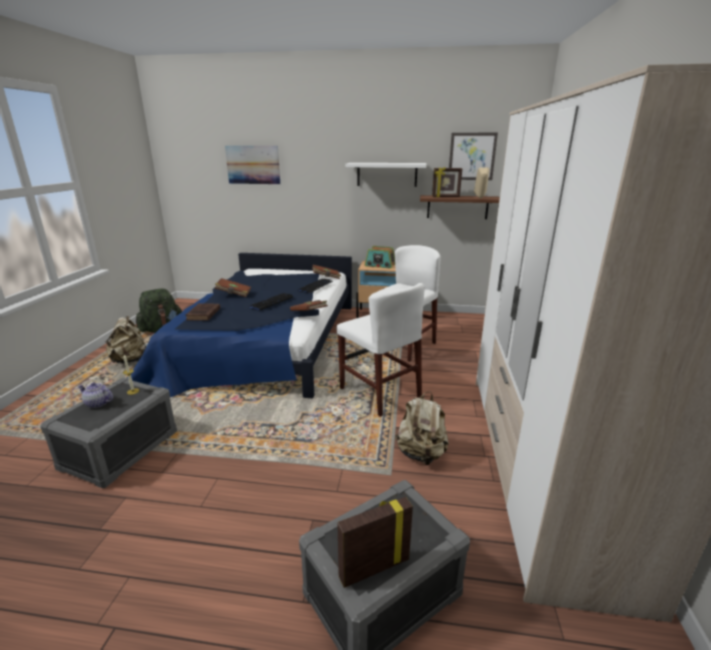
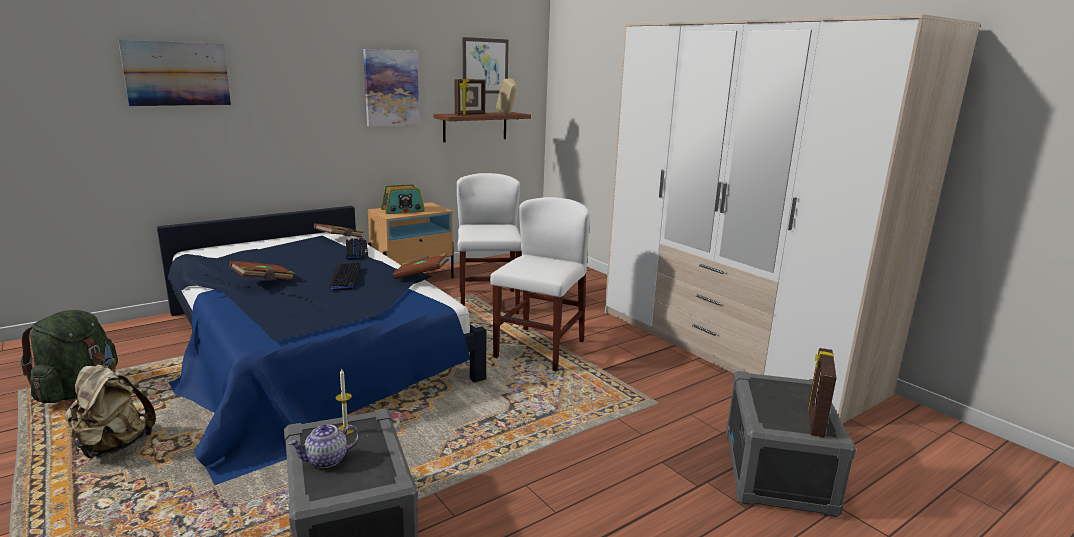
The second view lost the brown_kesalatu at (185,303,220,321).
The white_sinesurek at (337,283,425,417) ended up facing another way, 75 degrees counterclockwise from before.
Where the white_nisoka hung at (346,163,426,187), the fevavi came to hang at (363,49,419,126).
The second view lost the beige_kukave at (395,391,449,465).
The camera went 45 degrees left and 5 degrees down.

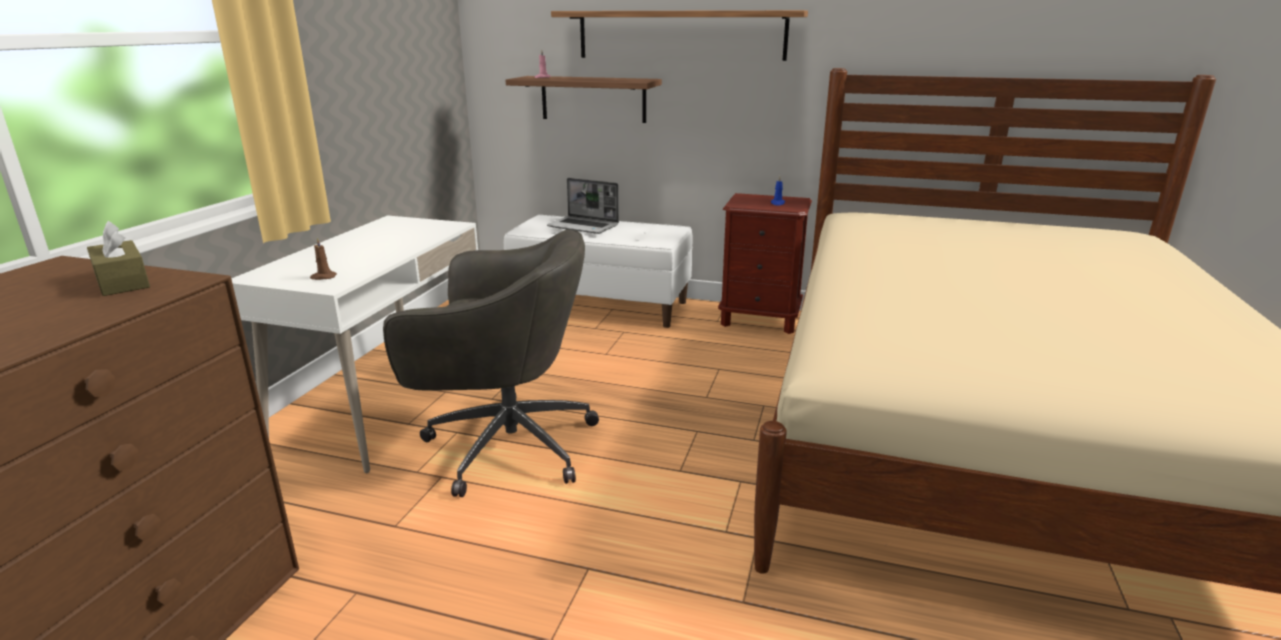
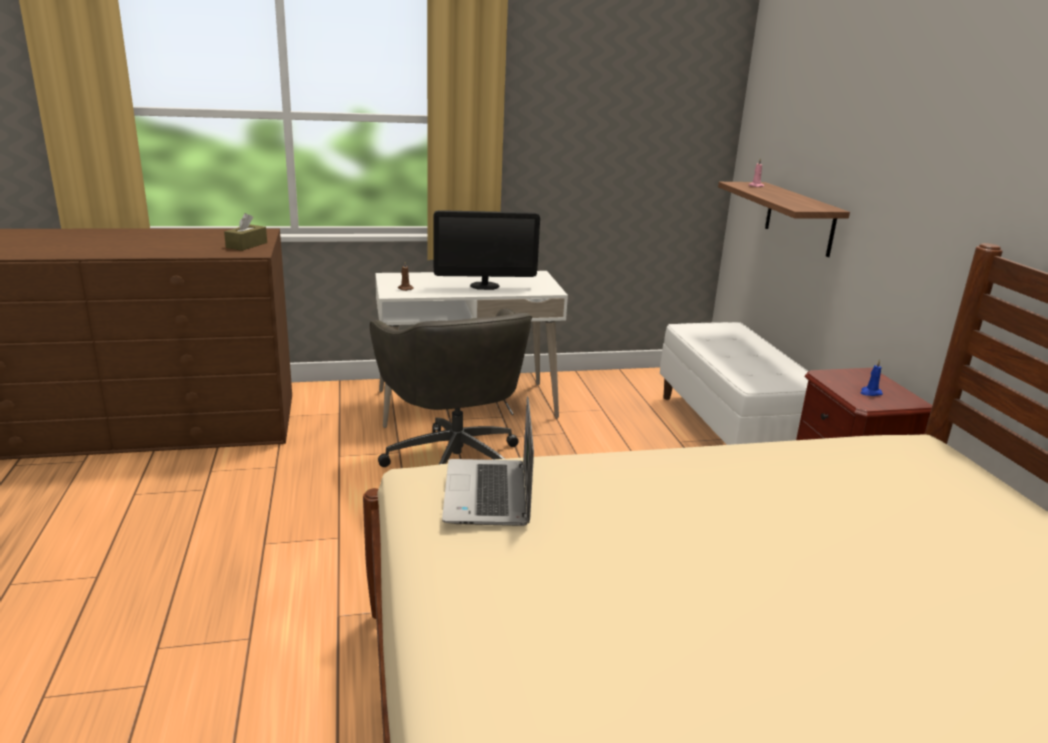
The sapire ended up elsewhere, having gone from (547,178,619,234) to (442,396,534,526).
The second view lost the nisoka at (551,10,808,61).
The second view gained the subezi at (433,210,540,290).
The camera went 60 degrees right and 0 degrees up.

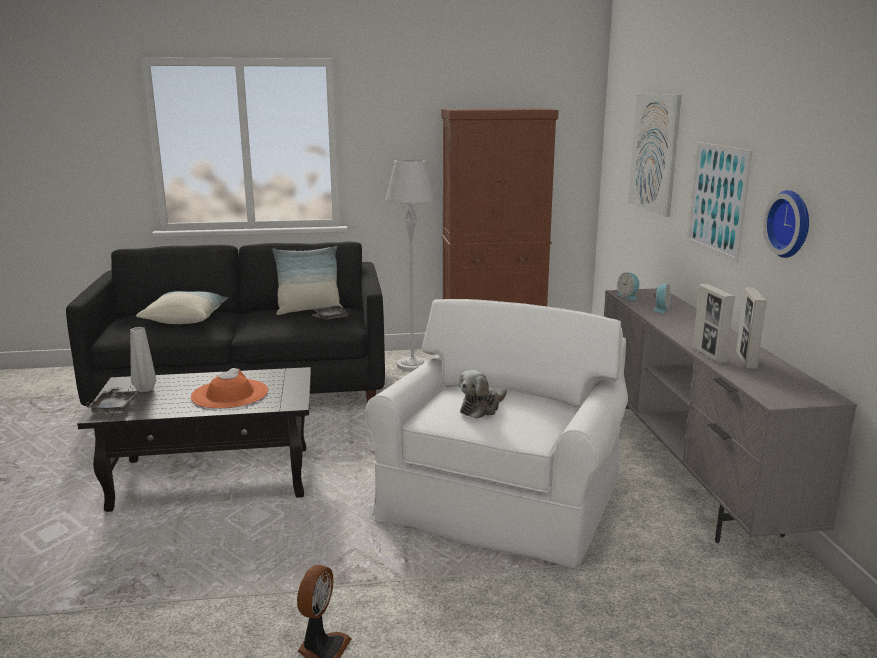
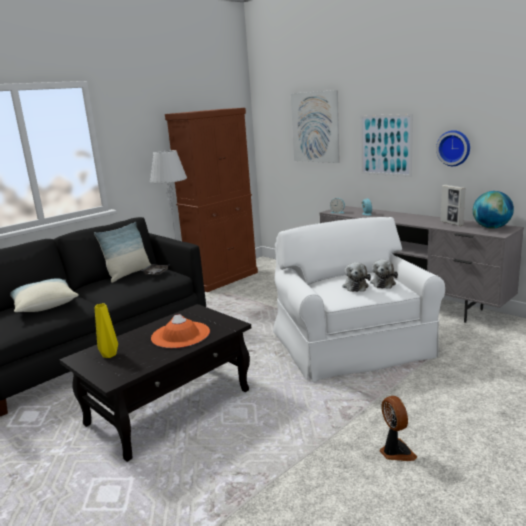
The second view lost the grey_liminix at (86,387,139,414).
What was the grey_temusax at (130,327,156,392) turned into the yellow_temusax at (95,303,118,358).
The second view lost the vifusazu at (693,284,735,363).
The second view gained the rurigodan at (370,259,398,289).
The second view gained the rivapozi at (473,191,514,229).
The camera went 35 degrees left and 0 degrees up.

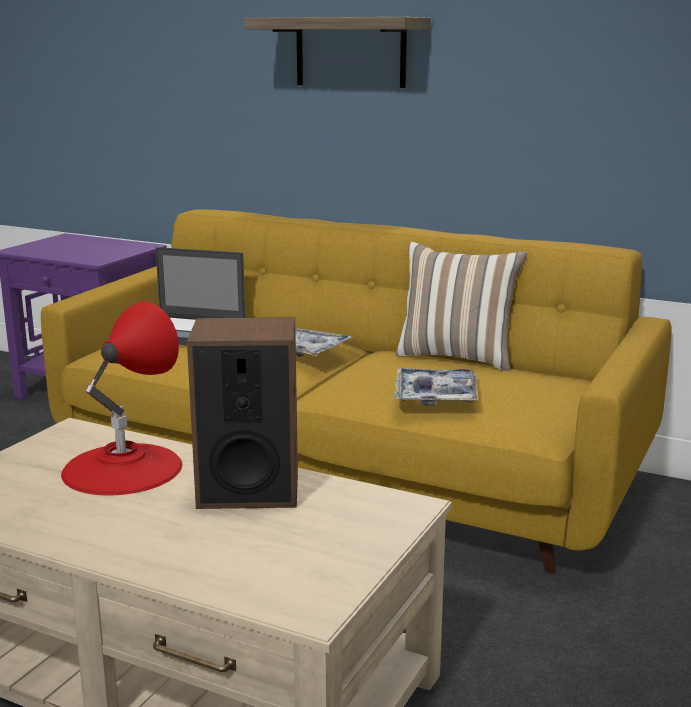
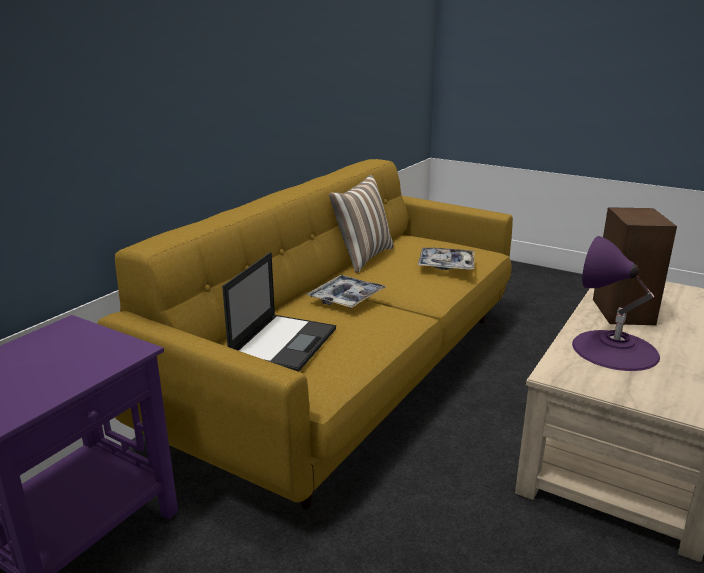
What was the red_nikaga at (61,301,182,495) turned into the purple_nikaga at (572,236,660,371).
The second view lost the nisoka at (244,17,431,88).
The camera went 85 degrees left and 5 degrees up.

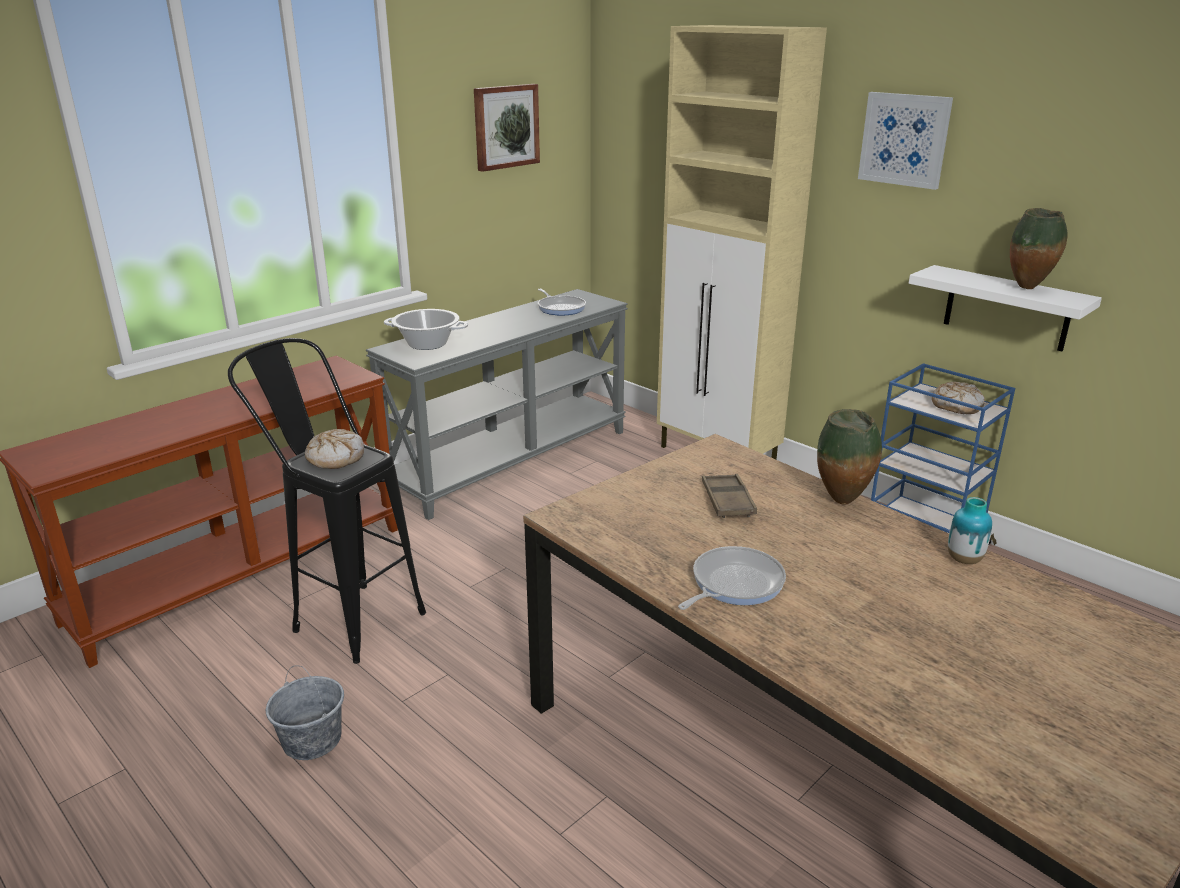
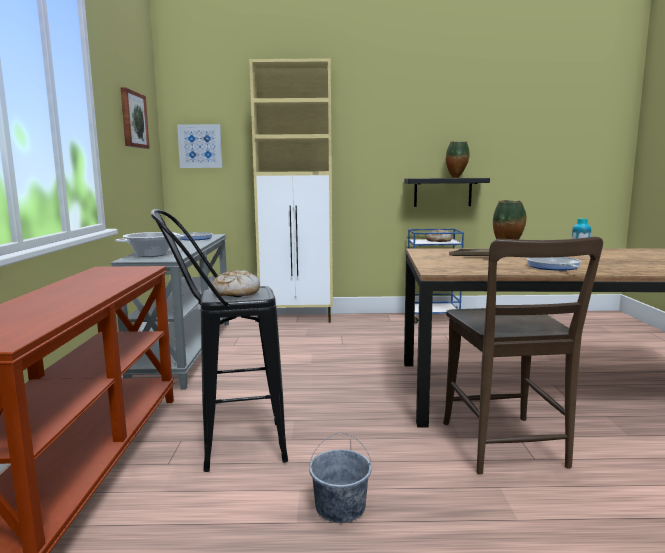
The fevavi ended up elsewhere, having gone from (858,92,953,190) to (177,124,223,168).
What was the white_nisoka at (909,265,1102,351) turned into the black_nisoka at (404,178,490,207).
The second view gained the brown_sinesurek at (443,237,603,474).
The camera went 45 degrees left and 15 degrees down.

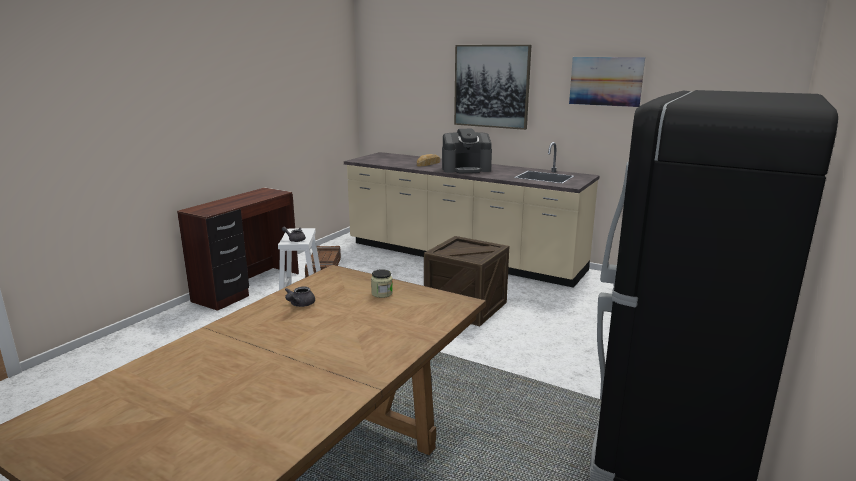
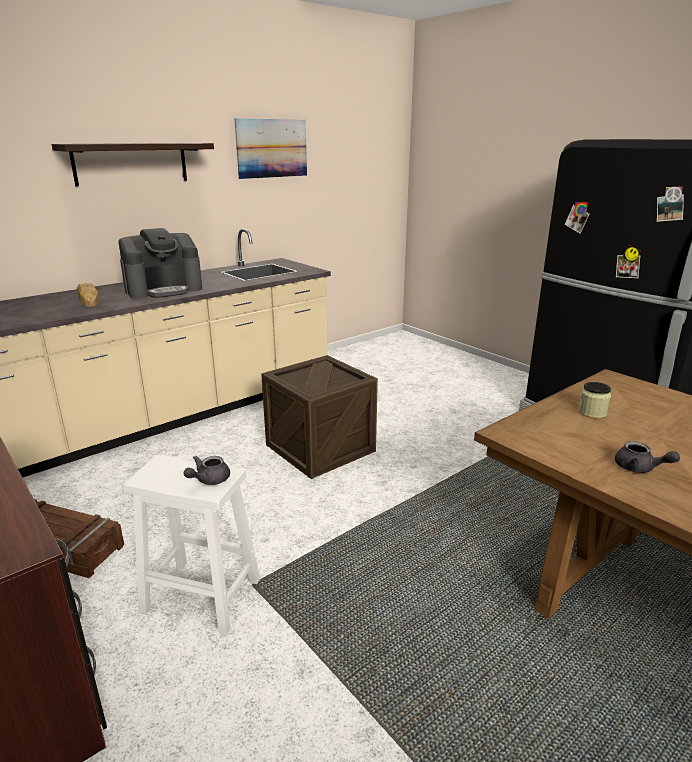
The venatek at (442,129,492,173) ended up facing another way, 45 degrees clockwise from before.
Where the fevavi hung at (454,45,532,130), the nisoka came to hang at (52,143,214,186).
The camera went 70 degrees left and 5 degrees up.

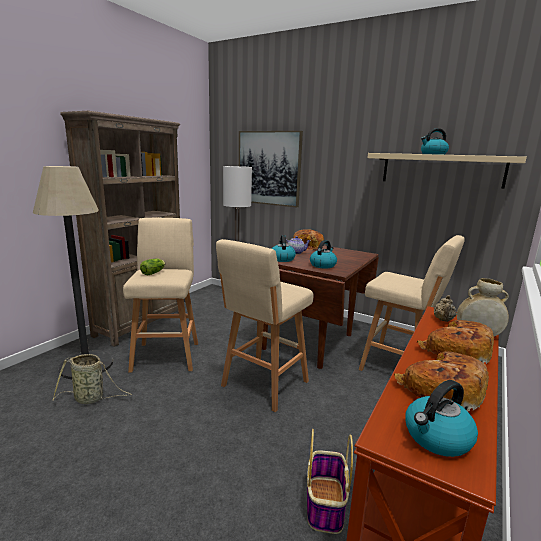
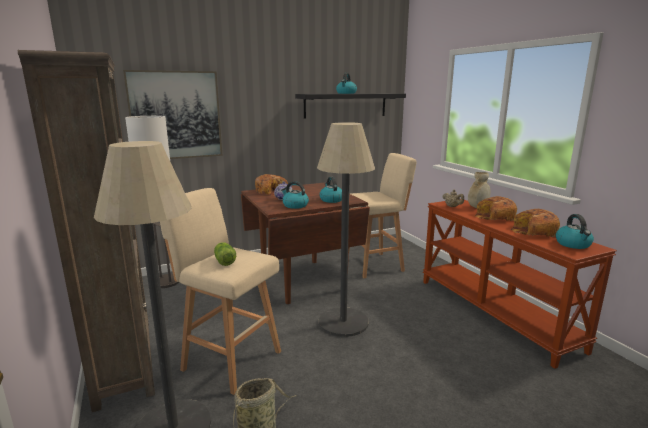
Where the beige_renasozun stood at (216,239,314,412), the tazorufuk came to stand at (317,122,375,337).
The second view lost the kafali at (307,429,353,534).
What was the beige_nisoka at (367,153,527,188) turned into the black_nisoka at (295,93,406,118).
The camera went 55 degrees left and 0 degrees up.

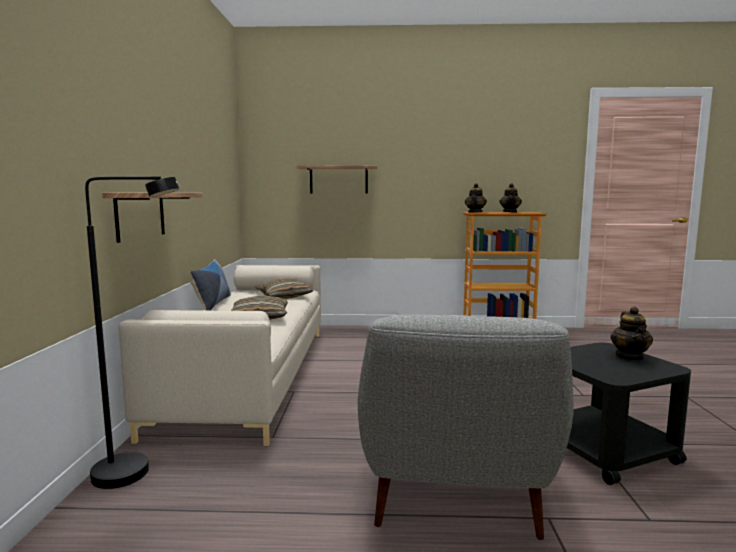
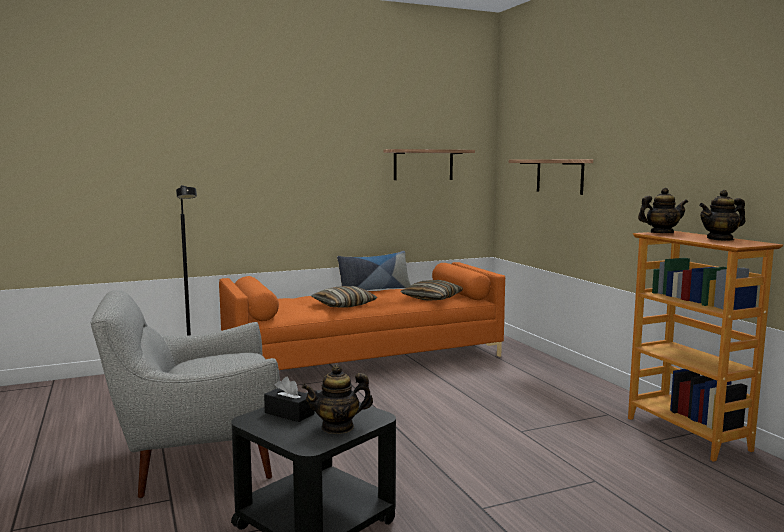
The nisoka ended up elsewhere, having gone from (103,193,202,243) to (383,149,475,180).
What was the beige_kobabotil at (118,265,321,446) turned into the orange_kobabotil at (219,262,505,370).
The second view gained the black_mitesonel at (264,377,315,422).
The camera went 65 degrees right and 0 degrees up.

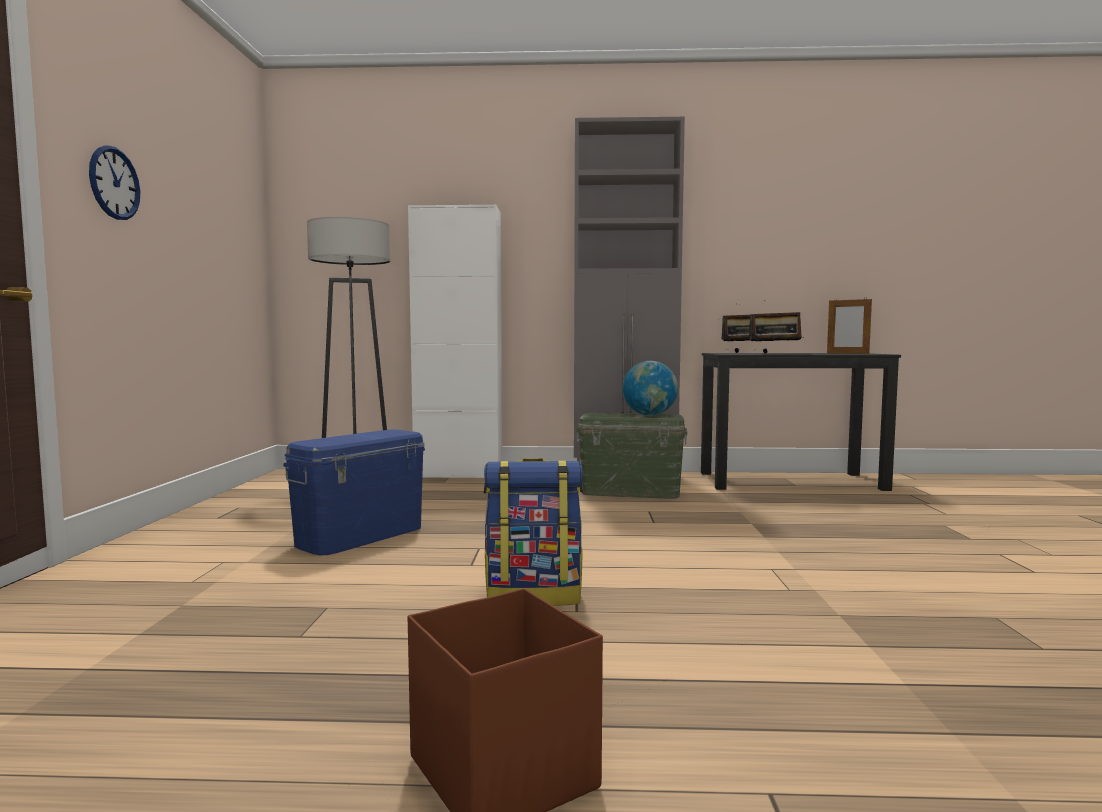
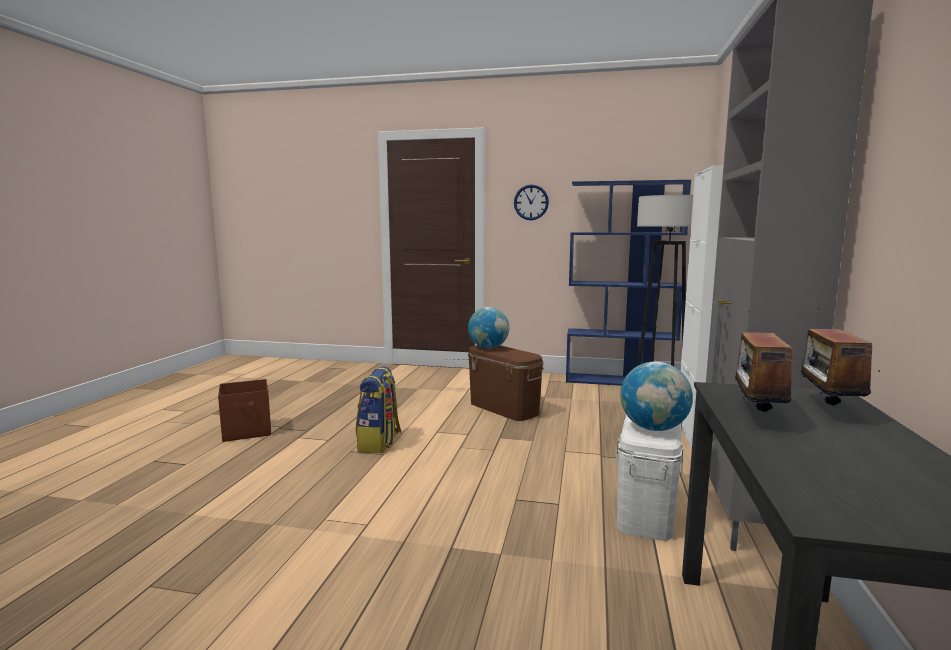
What was the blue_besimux at (283,430,425,555) turned into the brown_besimux at (468,345,544,421).
What was the green_besimux at (576,413,687,499) turned into the white_besimux at (616,413,684,541).
The second view lost the vifusazu at (827,297,872,354).
The second view gained the rivapozi at (468,307,509,348).
The second view gained the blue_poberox at (566,180,691,386).
The camera went 100 degrees right and 5 degrees up.

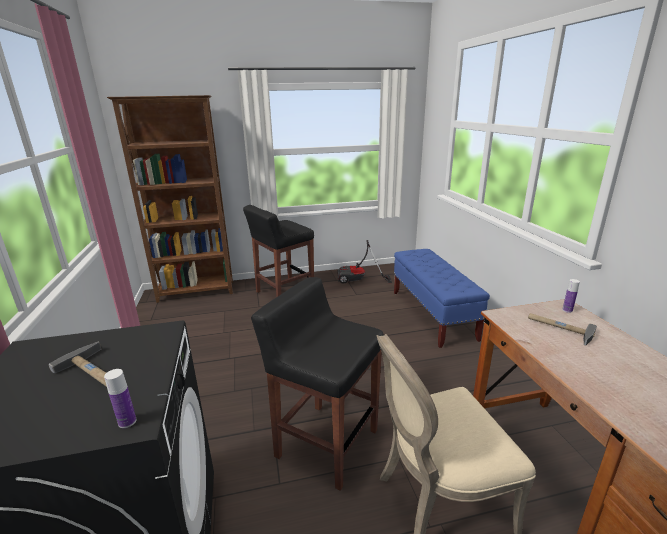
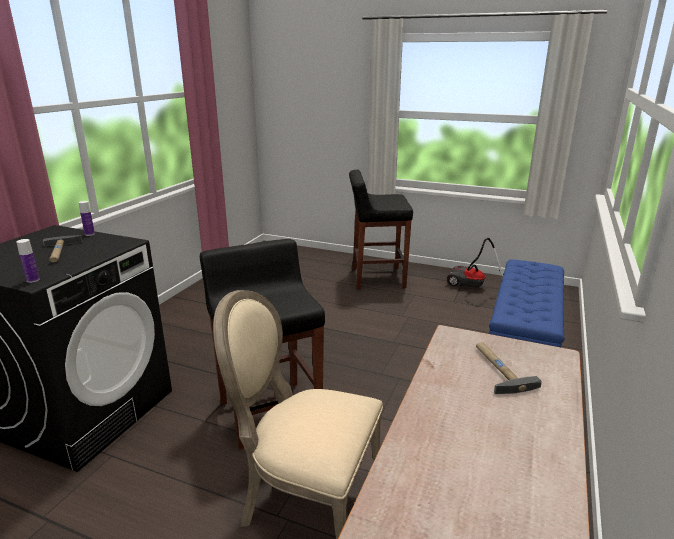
The second view lost the brown_poberox at (107,95,233,303).
The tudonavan ended up elsewhere, having gone from (562,279,580,313) to (78,201,95,236).
The camera went 35 degrees right and 0 degrees up.

